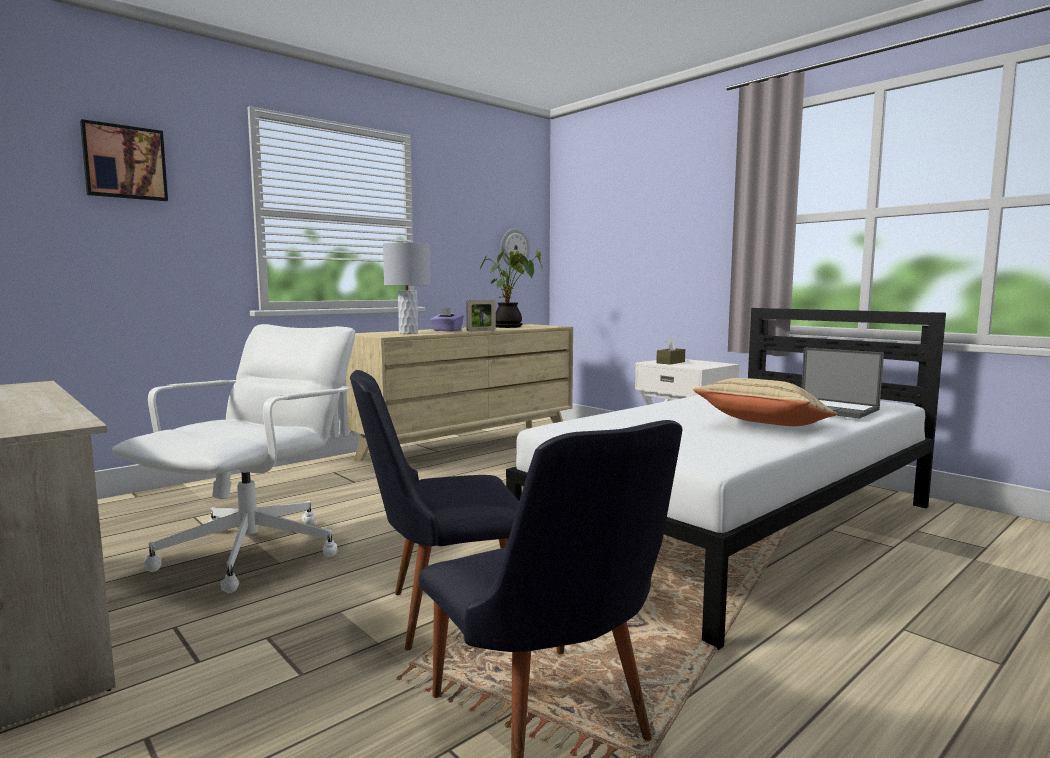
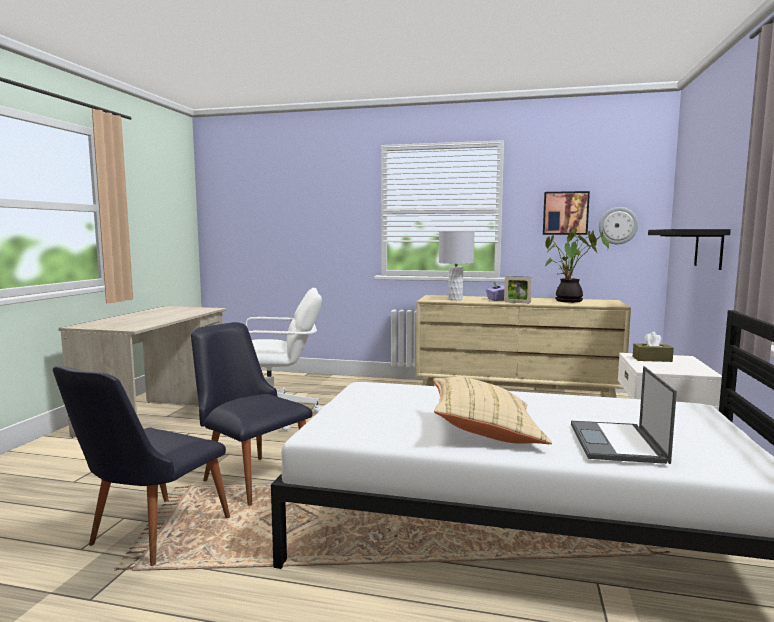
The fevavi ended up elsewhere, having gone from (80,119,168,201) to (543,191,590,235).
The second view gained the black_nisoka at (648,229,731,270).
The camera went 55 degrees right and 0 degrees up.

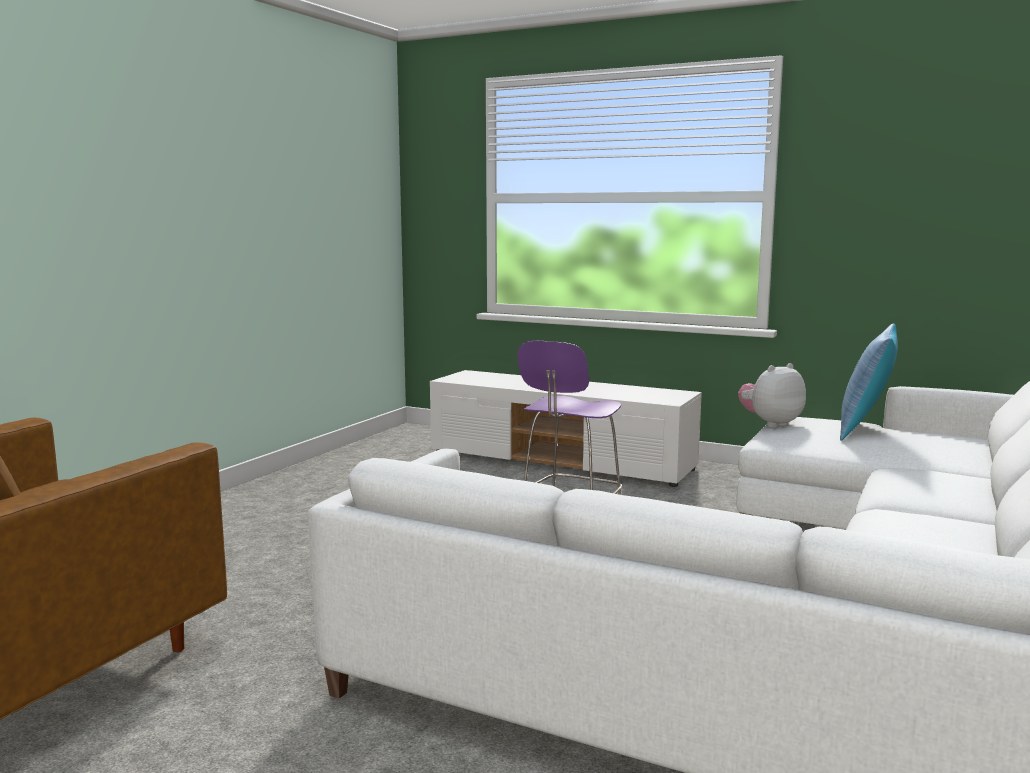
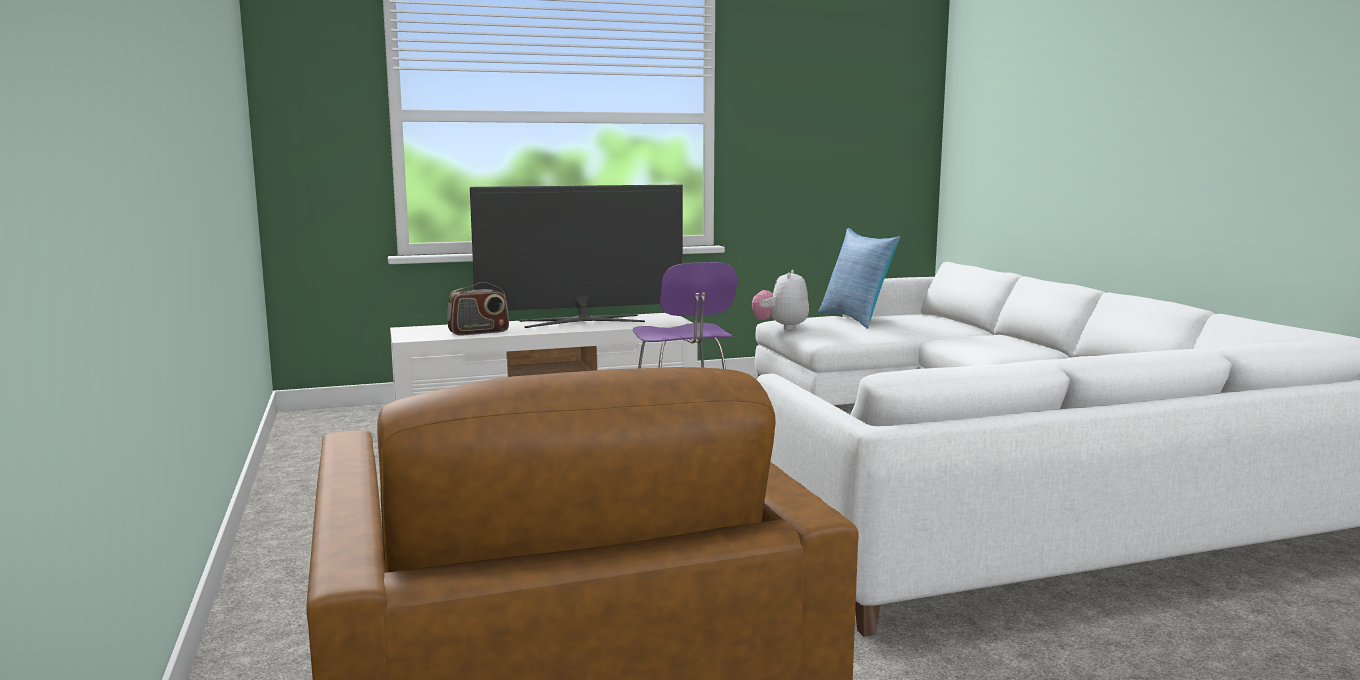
The second view gained the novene at (447,282,509,335).
The second view gained the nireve at (470,185,683,328).
The camera went 45 degrees left and 0 degrees up.

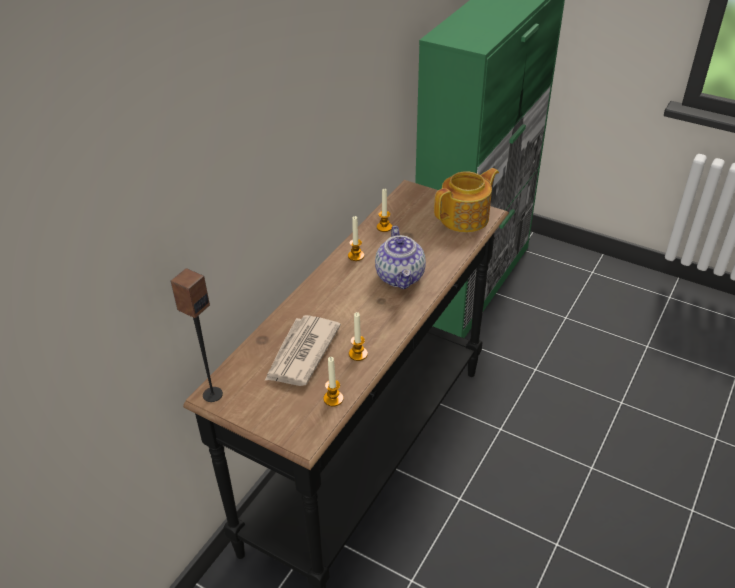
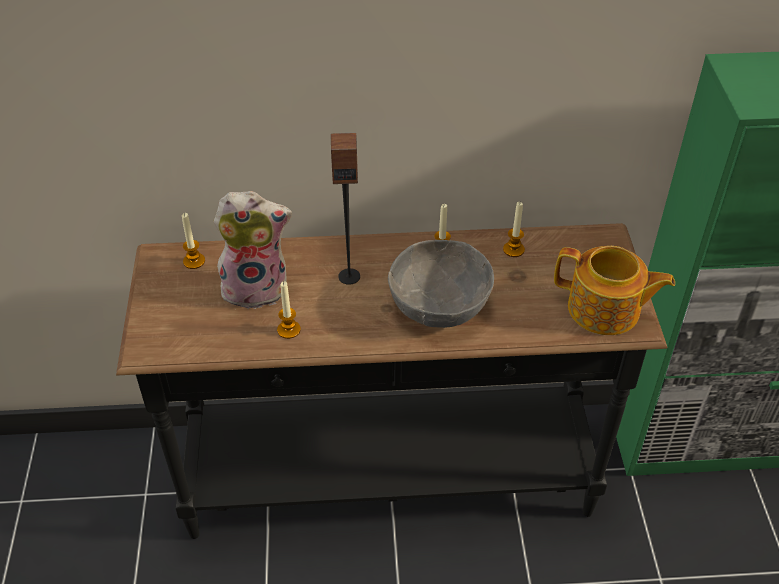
The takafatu ended up elsewhere, having gone from (170,268,223,402) to (331,133,360,285).
Where the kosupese stood at (265,315,341,386), the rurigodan came to stand at (214,191,292,310).
The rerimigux ended up elsewhere, having gone from (323,357,344,407) to (182,213,205,269).
Where the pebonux stood at (375,226,426,289), the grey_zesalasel came to stand at (388,240,494,328).
The camera went 55 degrees right and 5 degrees up.

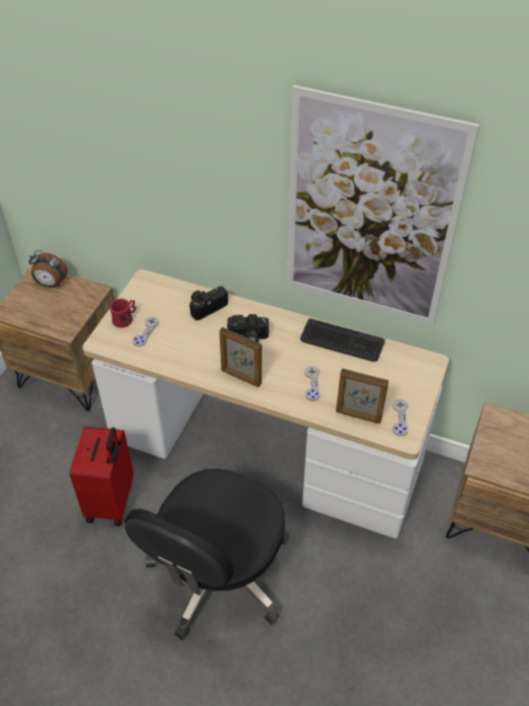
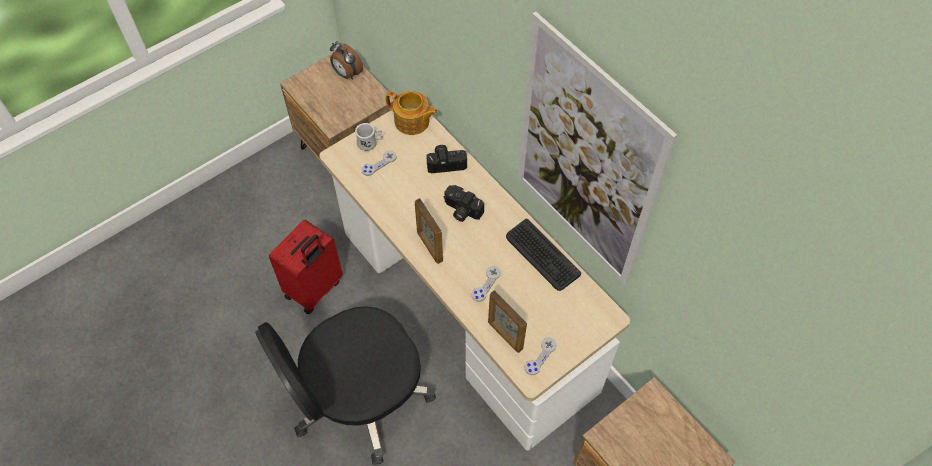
What was the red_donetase at (110,298,136,328) turned into the white_donetase at (355,123,383,151).
The second view gained the pebonux at (386,91,438,135).
The camera went 30 degrees right and 10 degrees up.

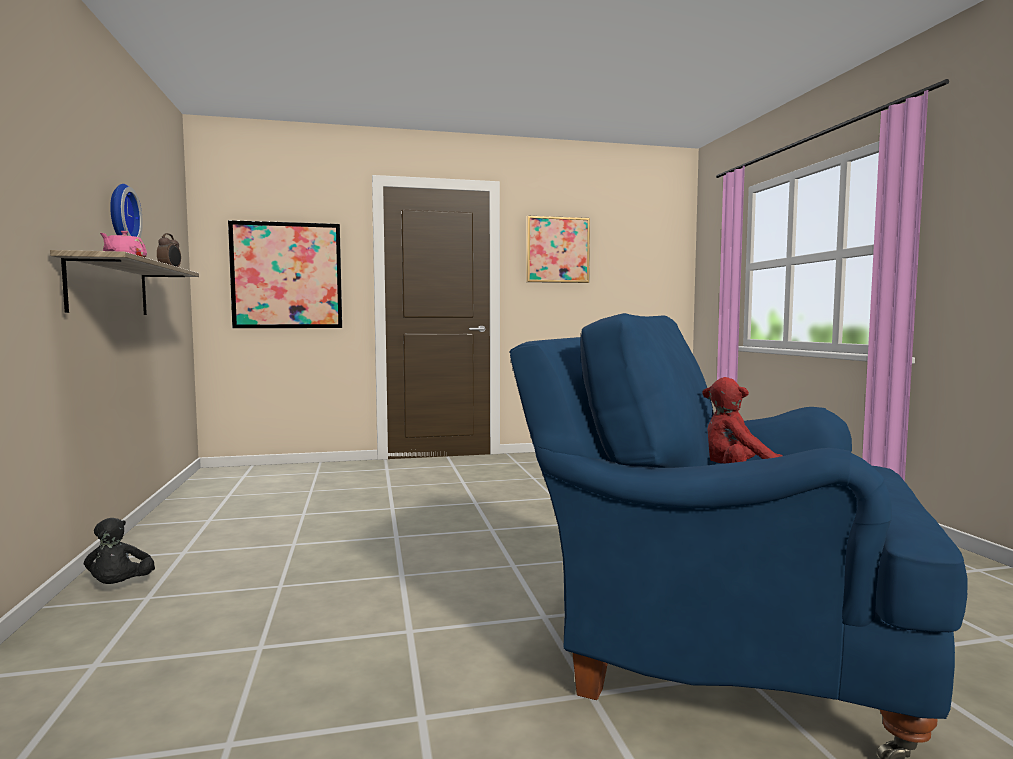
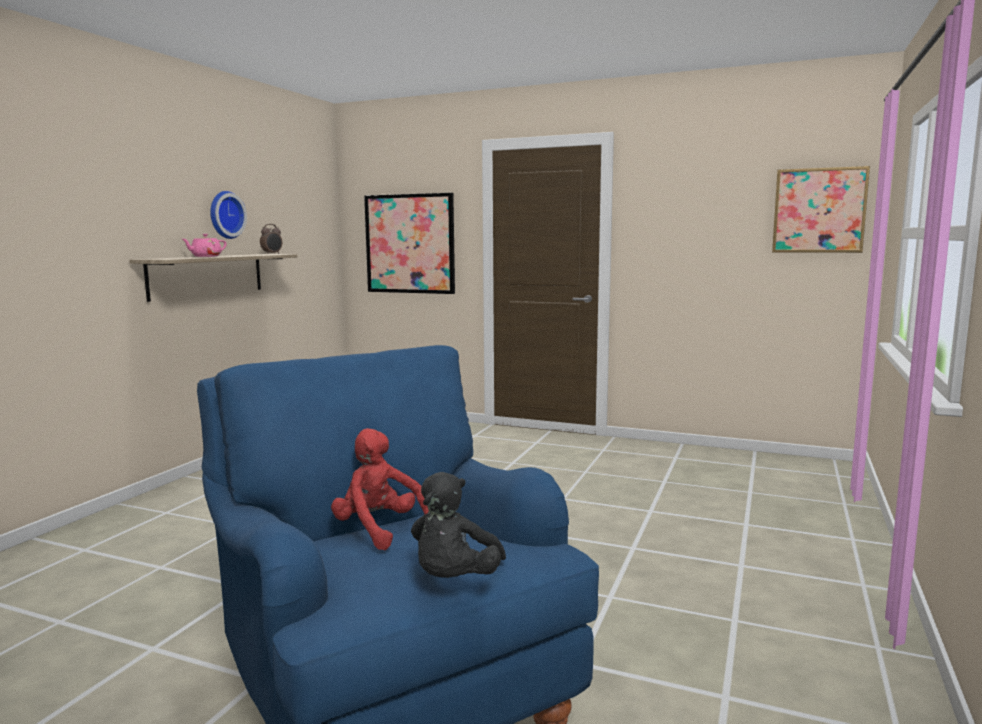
The black_rurigodan ended up elsewhere, having gone from (84,518,155,584) to (411,472,506,578).
The fevavi ended up elsewhere, having gone from (526,216,590,283) to (772,166,870,253).
The camera went 35 degrees right and 5 degrees up.

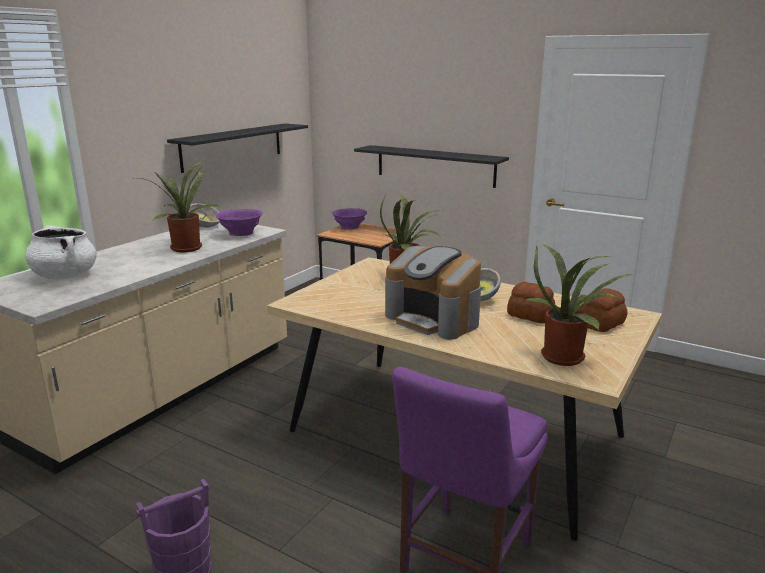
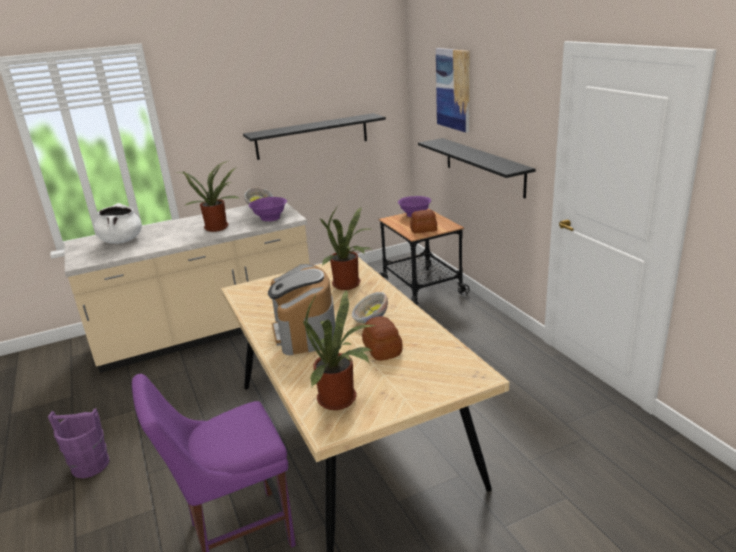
The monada ended up elsewhere, having gone from (579,288,628,332) to (410,210,437,233).
The second view gained the fevavi at (436,48,469,133).
The camera went 35 degrees right and 5 degrees up.

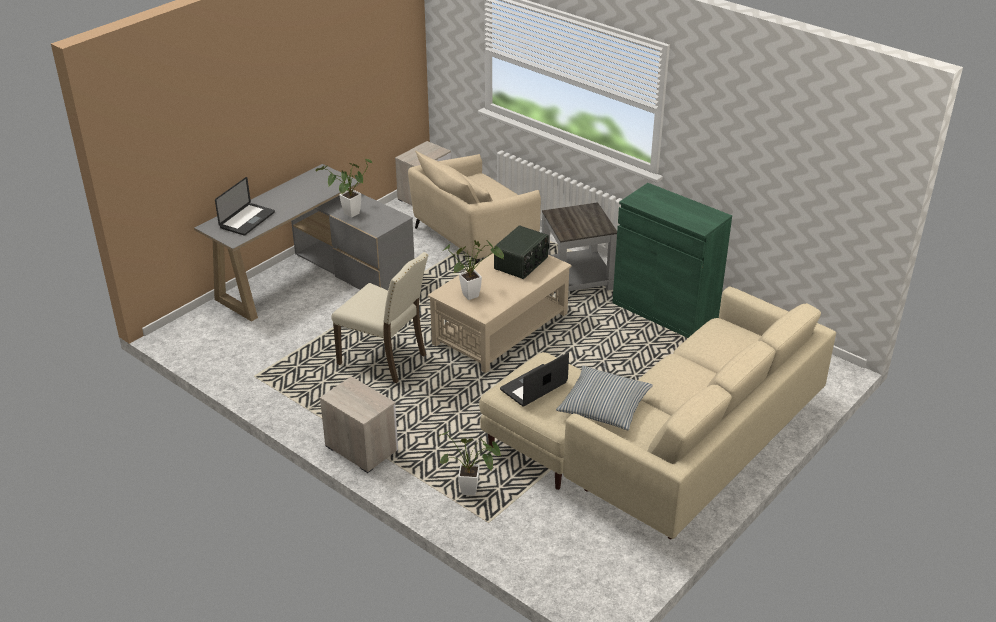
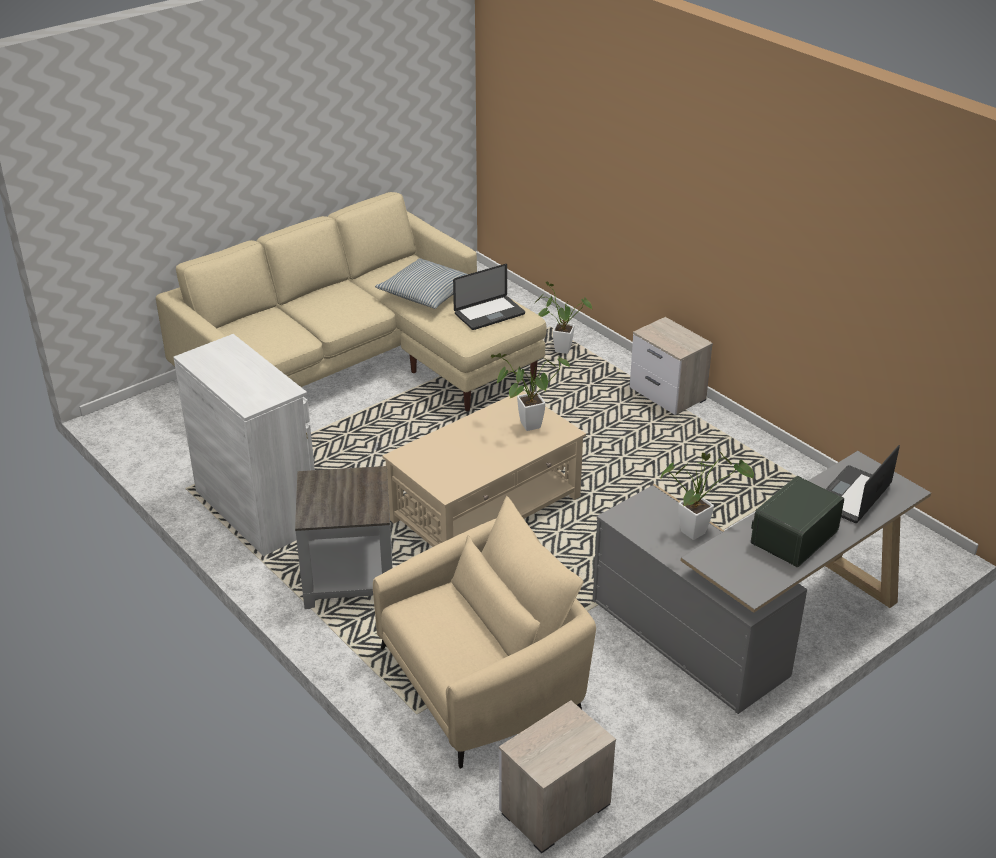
The second view lost the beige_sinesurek at (331,252,429,383).
The novene ended up elsewhere, having gone from (494,225,549,279) to (751,476,844,567).
What was the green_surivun at (612,183,732,338) turned into the white_surivun at (173,334,315,556).
The camera went 170 degrees left and 0 degrees up.

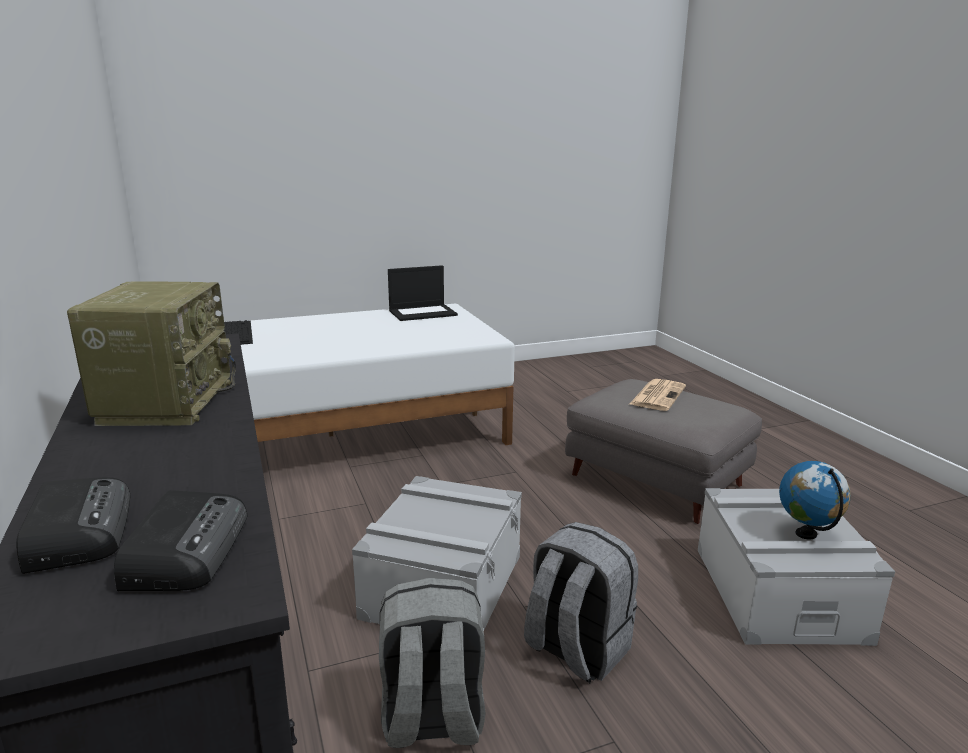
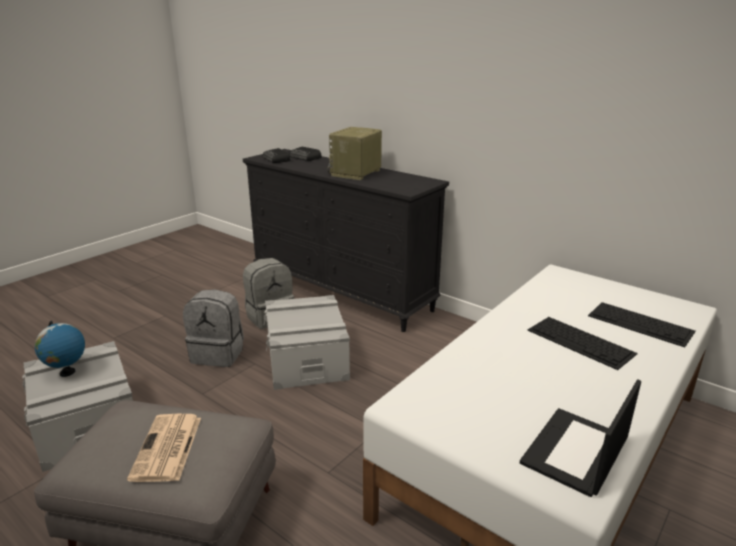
The novene at (67,281,236,426) ended up facing another way, 60 degrees clockwise from before.
The second view gained the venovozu at (527,317,638,370).
The camera went 150 degrees right and 5 degrees up.

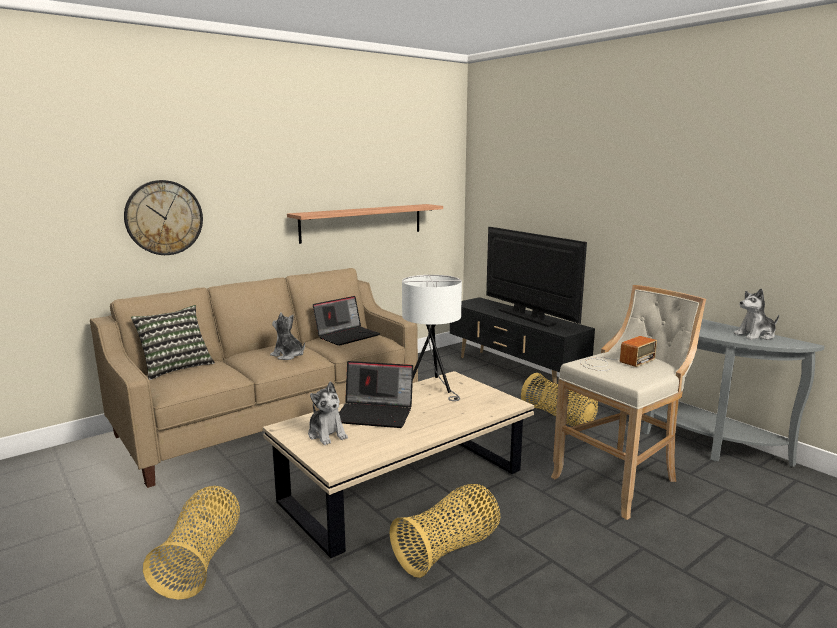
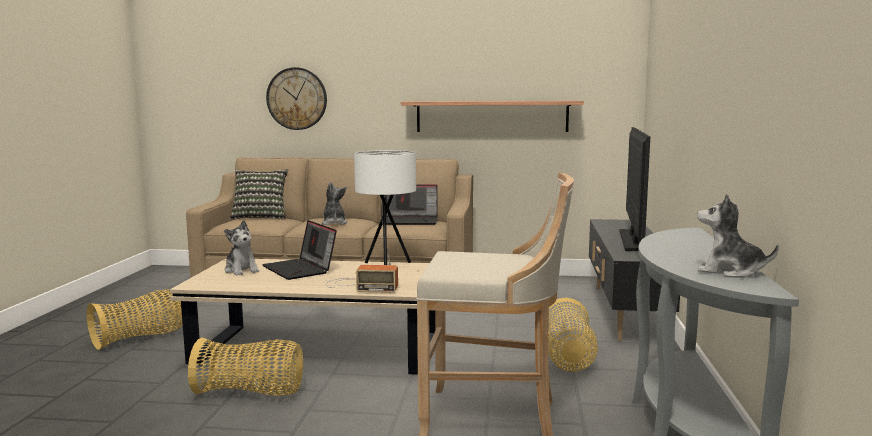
The rurigodan at (308,381,348,445) ended up facing another way, 45 degrees counterclockwise from before.
The novene ended up elsewhere, having gone from (580,336,657,371) to (326,265,398,293).
The camera went 45 degrees right and 5 degrees down.

